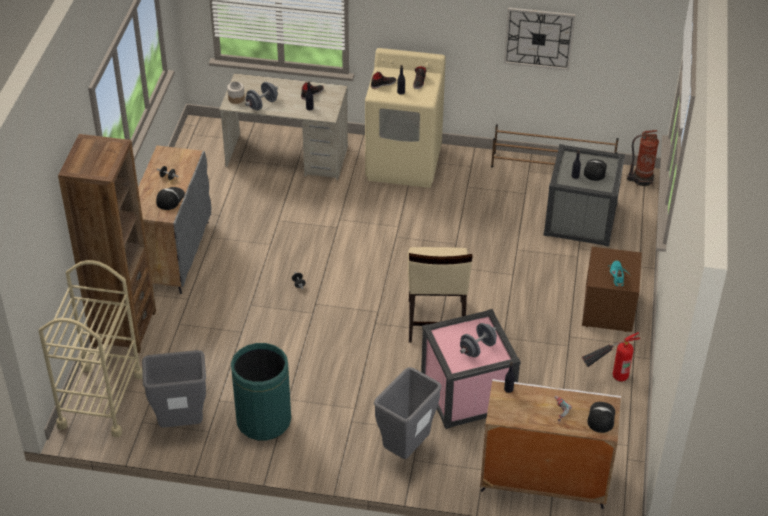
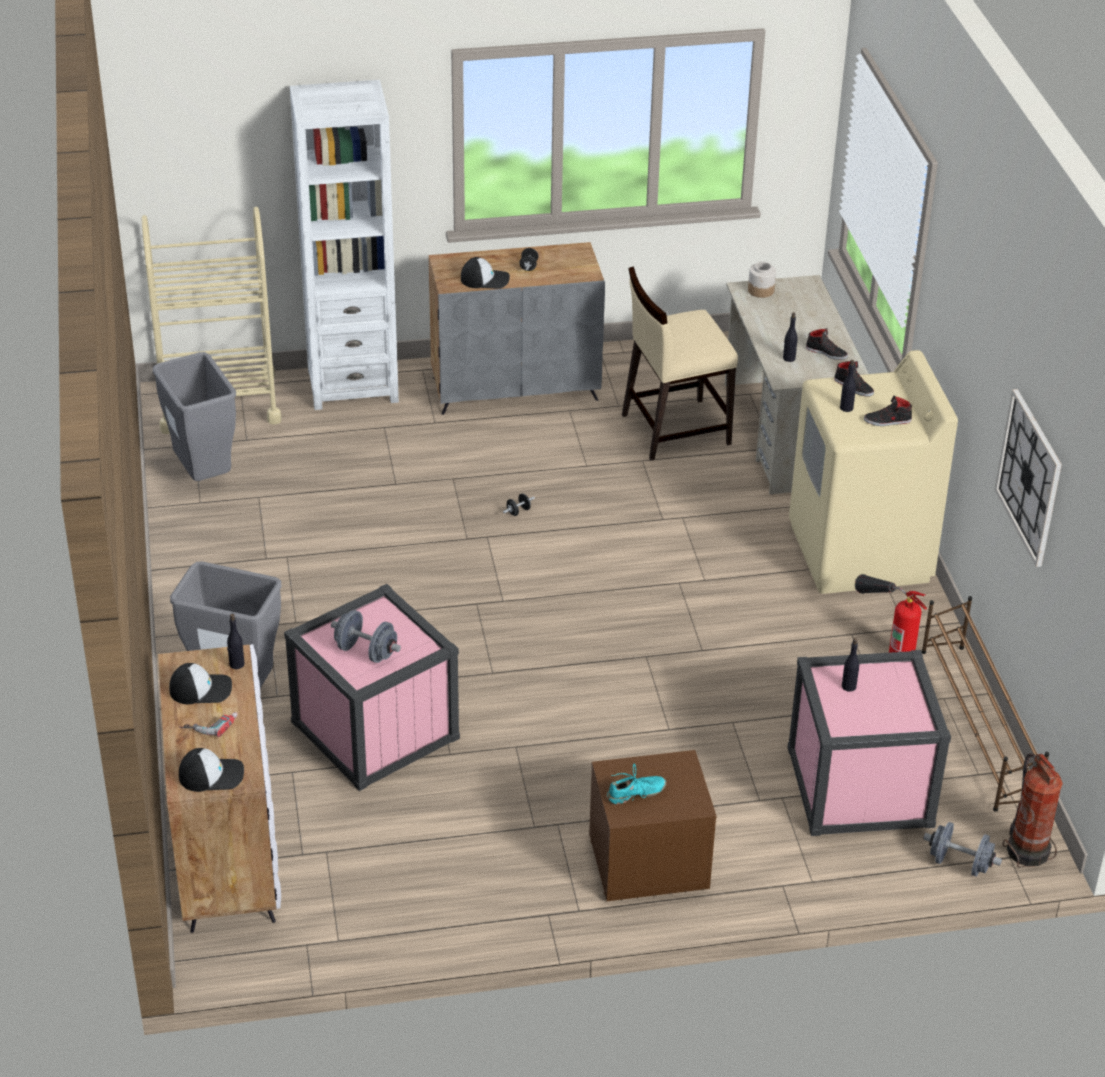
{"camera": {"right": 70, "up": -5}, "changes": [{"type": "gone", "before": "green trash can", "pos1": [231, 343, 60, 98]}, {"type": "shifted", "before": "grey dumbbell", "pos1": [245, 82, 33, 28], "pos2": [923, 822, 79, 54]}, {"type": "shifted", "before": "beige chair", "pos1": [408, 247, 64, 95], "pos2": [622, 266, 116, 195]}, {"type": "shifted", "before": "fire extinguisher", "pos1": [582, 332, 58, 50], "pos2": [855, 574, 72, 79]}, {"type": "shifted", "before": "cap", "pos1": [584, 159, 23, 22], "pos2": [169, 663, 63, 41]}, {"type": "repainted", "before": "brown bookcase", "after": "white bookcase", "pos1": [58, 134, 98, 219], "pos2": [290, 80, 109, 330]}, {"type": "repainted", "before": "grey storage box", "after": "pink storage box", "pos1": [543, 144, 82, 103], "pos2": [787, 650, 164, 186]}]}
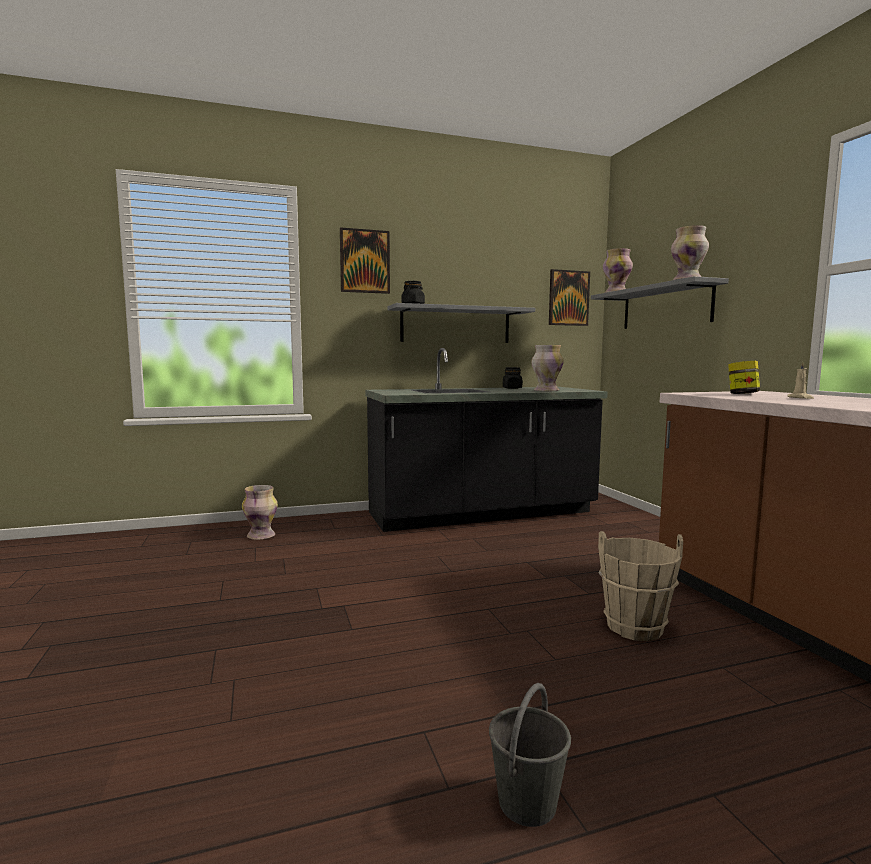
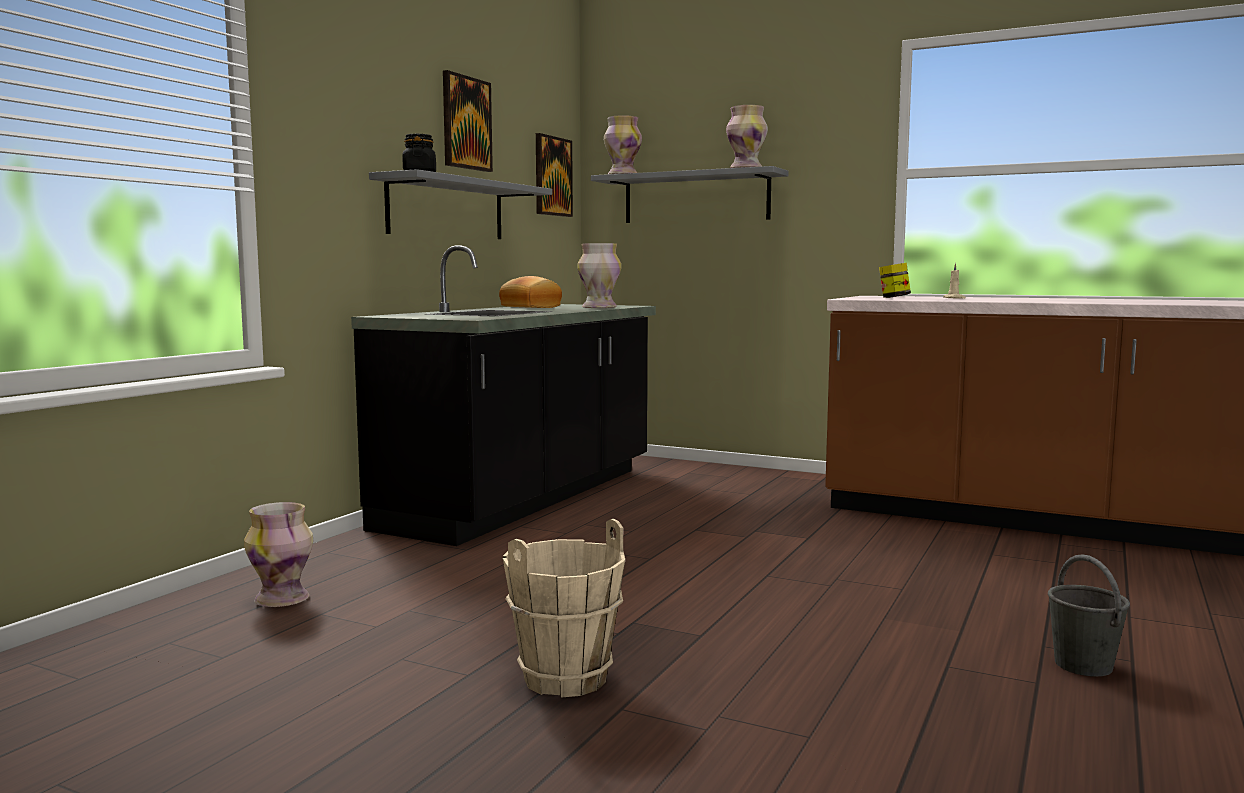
{"camera": {"right": -45, "up": 0}, "changes": [{"type": "shifted", "before": "picture", "pos1": [340, 227, 50, 67], "pos2": [443, 70, 50, 102]}, {"type": "shifted", "before": "beige bucket", "pos1": [598, 531, 85, 110], "pos2": [503, 519, 122, 179]}, {"type": "swapped", "before": "black jar", "after": "bread", "pos1": [503, 367, 19, 22], "pos2": [499, 276, 63, 32]}]}
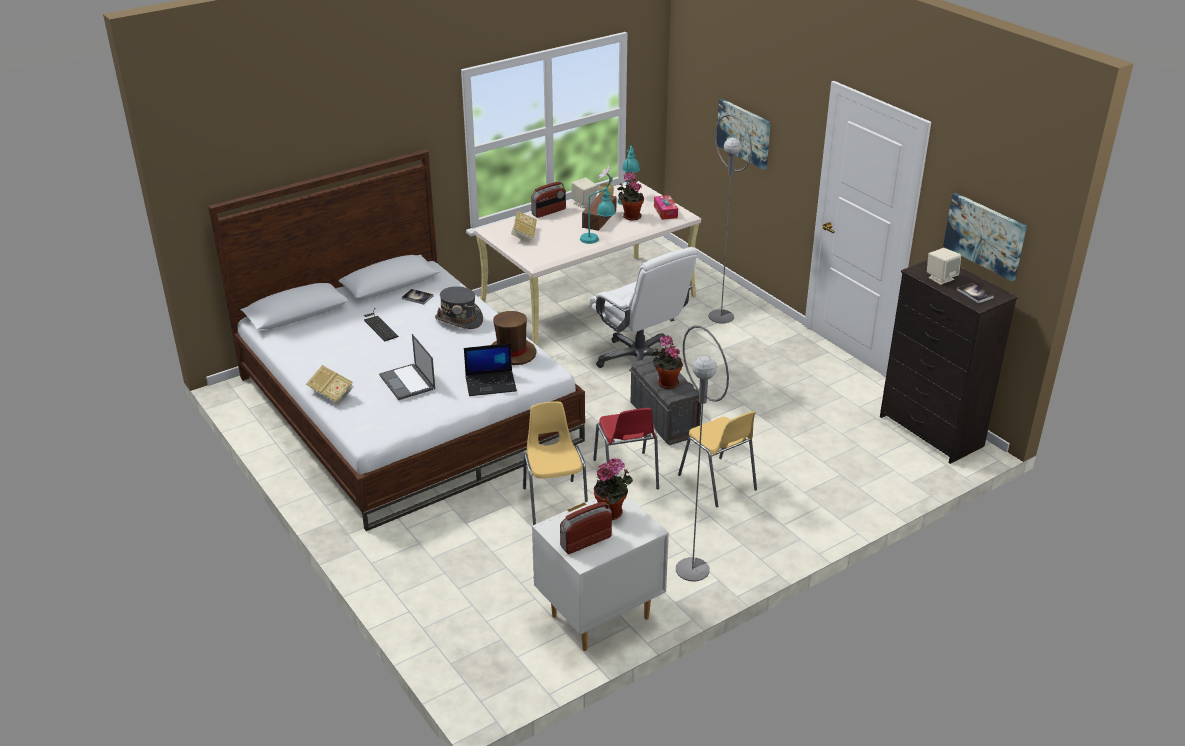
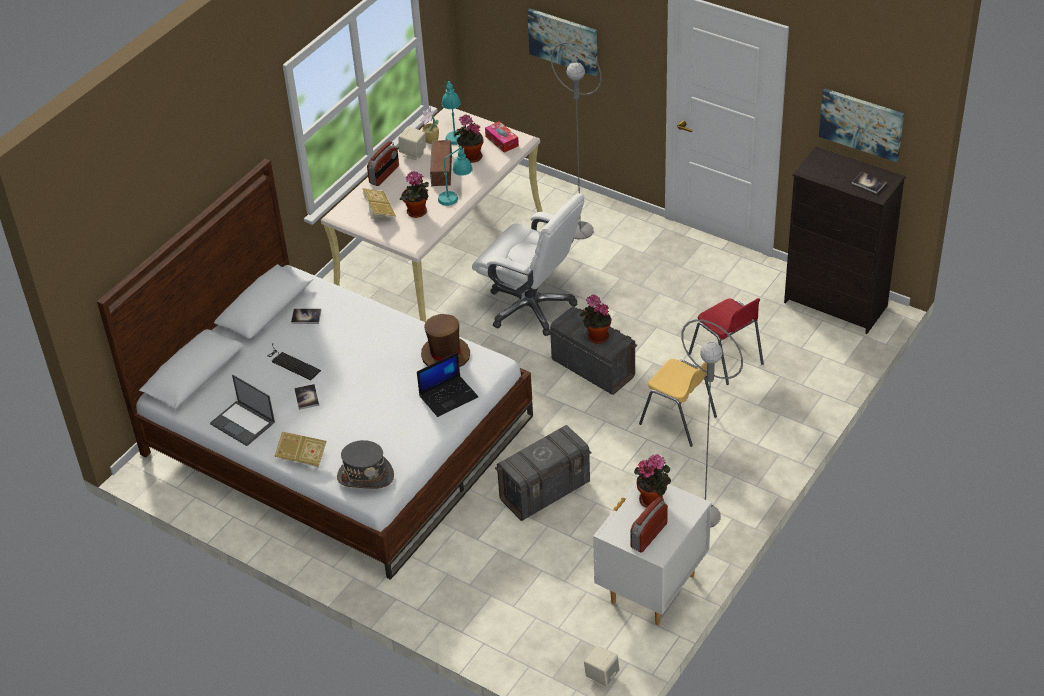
{"camera": {"right": -20, "up": 10}, "changes": [{"type": "new", "after": "book", "pos2": [294, 384, 25, 26]}, {"type": "new", "after": "potted plant", "pos2": [399, 171, 30, 47]}, {"type": "shifted", "before": "laptop", "pos1": [379, 334, 56, 66], "pos2": [210, 375, 65, 71]}, {"type": "shifted", "before": "grey hat", "pos1": [435, 286, 48, 43], "pos2": [337, 440, 57, 49]}, {"type": "shifted", "before": "red chair", "pos1": [593, 408, 66, 81], "pos2": [689, 298, 75, 87]}, {"type": "shifted", "before": "beige speaker", "pos1": [927, 248, 34, 37], "pos2": [584, 646, 36, 42]}, {"type": "swapped", "before": "yellow chair", "after": "grey storage box", "pos1": [523, 401, 65, 124], "pos2": [495, 425, 97, 96]}]}
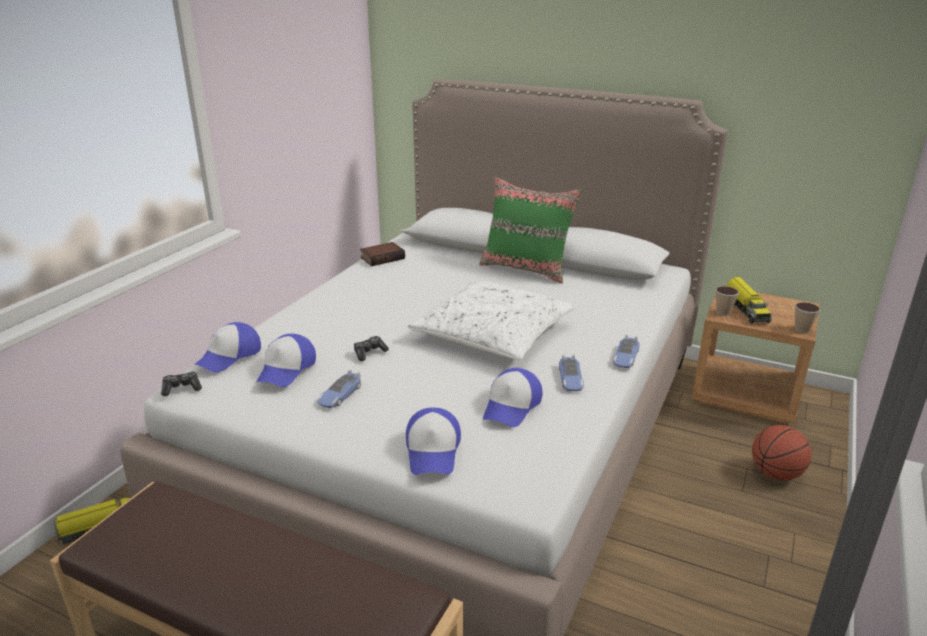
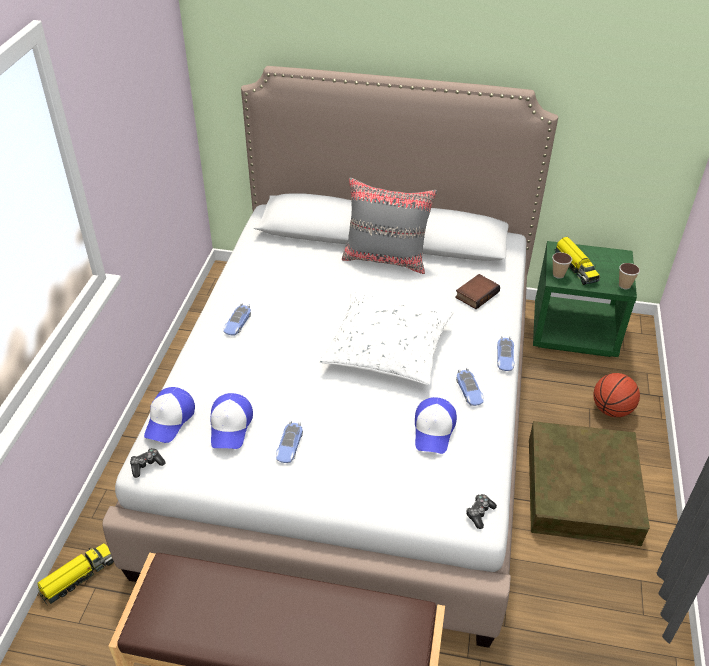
{"camera": {"right": -15, "up": 15}, "changes": [{"type": "gone", "before": "cap", "pos1": [406, 408, 55, 67]}, {"type": "new", "after": "toy car", "pos2": [223, 303, 28, 32]}, {"type": "new", "after": "brown storage box", "pos2": [529, 421, 121, 125]}, {"type": "shifted", "before": "game controller", "pos1": [354, 336, 35, 25], "pos2": [466, 494, 31, 35]}, {"type": "shifted", "before": "book", "pos1": [360, 242, 45, 24], "pos2": [455, 274, 45, 35]}, {"type": "repainted", "before": "green pillow", "after": "grey pillow", "pos1": [479, 176, 103, 108], "pos2": [342, 178, 95, 96]}, {"type": "repainted", "before": "brown nightstand", "after": "green nightstand", "pos1": [692, 286, 128, 138], "pos2": [533, 241, 104, 116]}]}
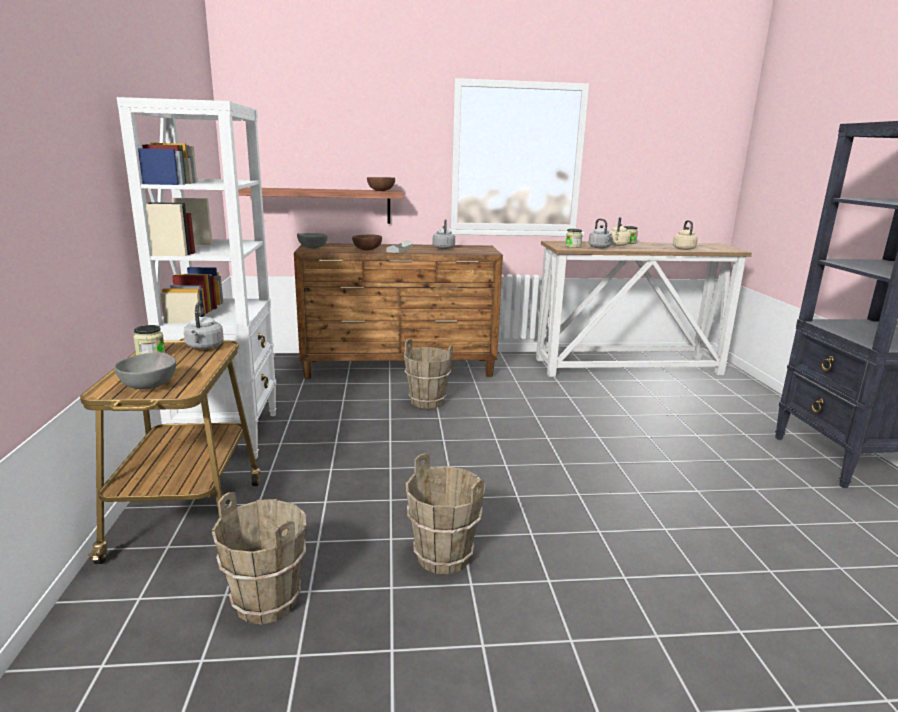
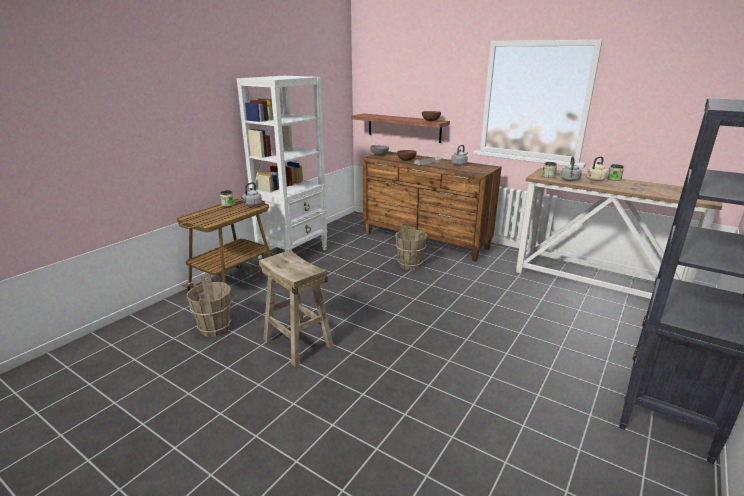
{"camera": {"right": 40, "up": 5}, "changes": [{"type": "gone", "before": "grey bowl", "pos1": [114, 352, 62, 37]}, {"type": "gone", "before": "beige kettle", "pos1": [673, 220, 25, 30]}, {"type": "swapped", "before": "brown bucket", "after": "beige stool", "pos1": [406, 453, 79, 121], "pos2": [259, 250, 75, 117]}]}
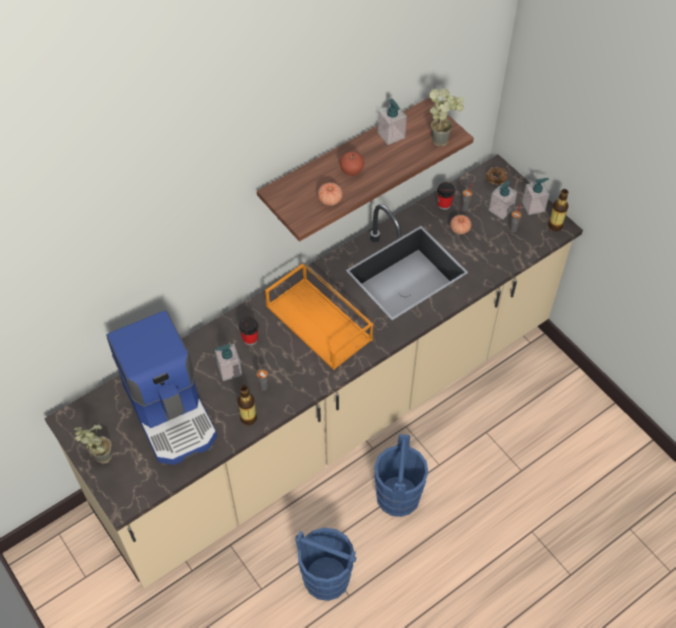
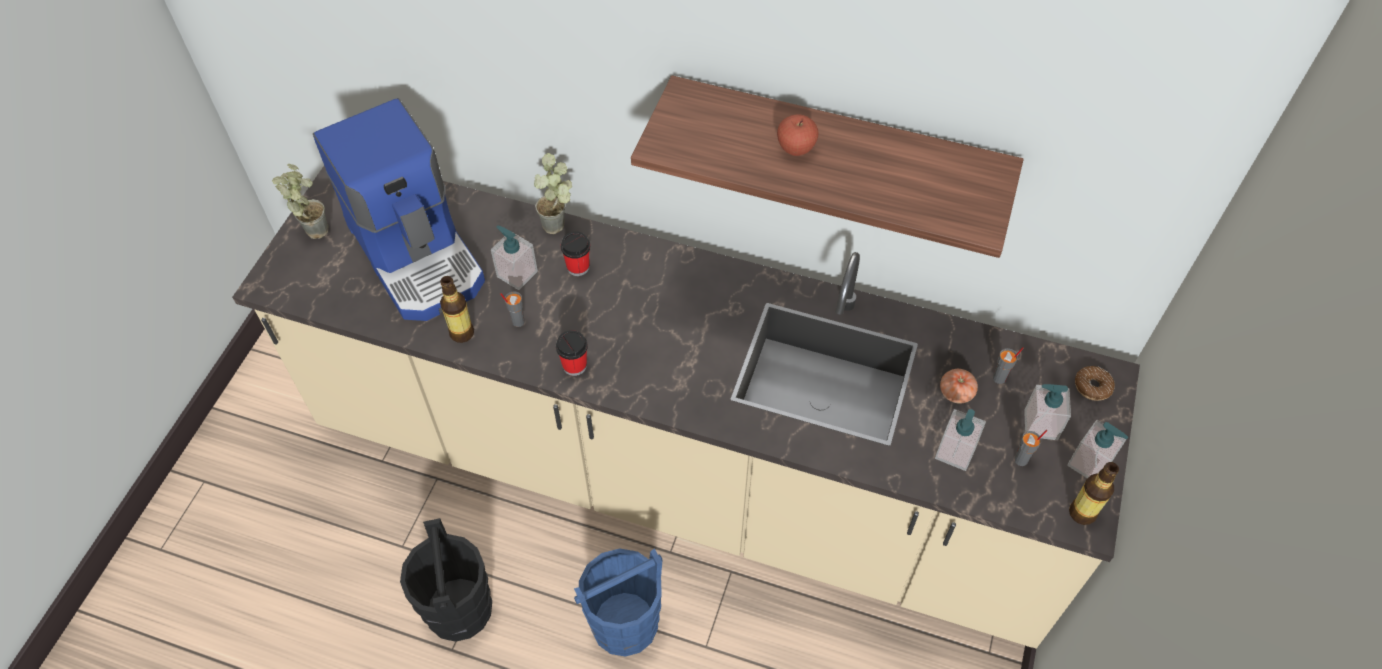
{"camera": {"right": 55, "up": 0}, "changes": [{"type": "gone", "before": "orange tray", "pos1": [265, 262, 108, 108]}, {"type": "gone", "before": "tomato", "pos1": [318, 183, 25, 22]}, {"type": "shifted", "before": "soap dispenser", "pos1": [378, 99, 29, 46], "pos2": [935, 409, 51, 62]}, {"type": "shifted", "before": "potted plant", "pos1": [429, 89, 35, 57], "pos2": [534, 153, 38, 81]}, {"type": "shifted", "before": "cup", "pos1": [437, 182, 18, 28], "pos2": [556, 330, 32, 46]}, {"type": "repainted", "before": "blue bucket", "after": "black bucket", "pos1": [295, 527, 62, 74], "pos2": [400, 518, 92, 124]}, {"type": "rotated", "before": "coffee machine", "pos1": [106, 310, 111, 155], "pos2": [313, 98, 172, 223], "turn": -60}]}
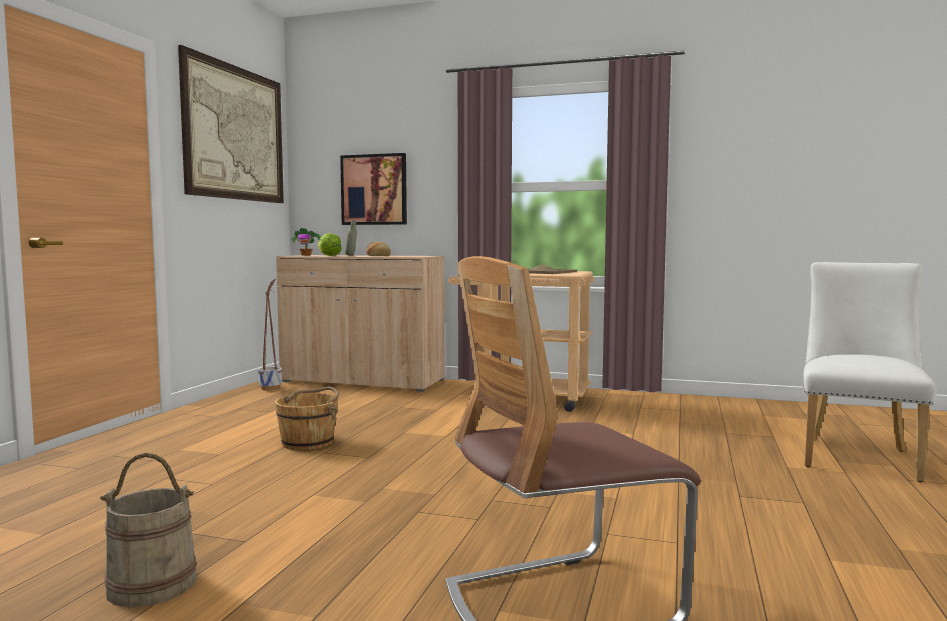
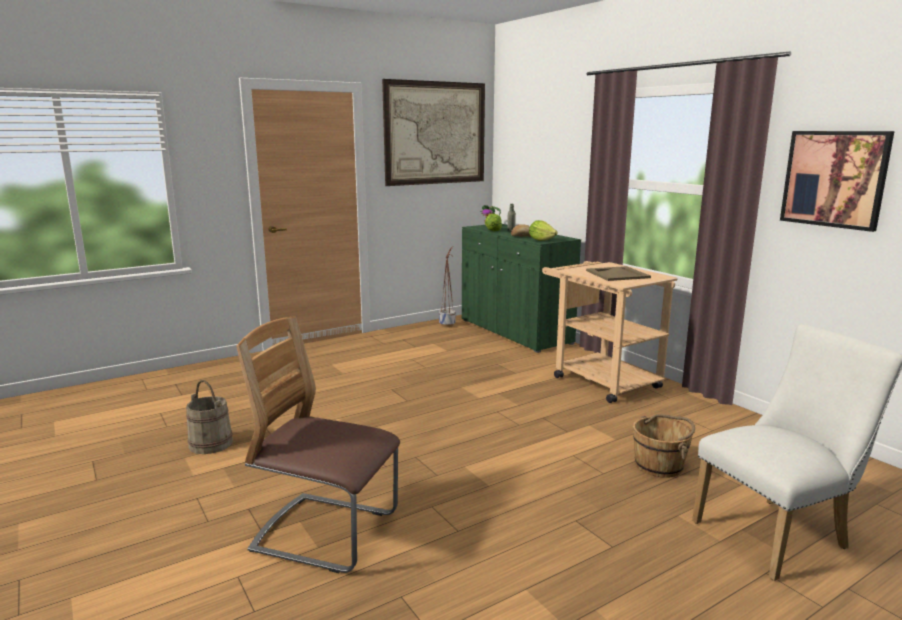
{"camera": {"right": 40, "up": 10}, "changes": [{"type": "new", "after": "lettuce", "pos2": [529, 220, 29, 21]}, {"type": "shifted", "before": "brown bucket", "pos1": [274, 387, 65, 63], "pos2": [633, 414, 62, 64]}, {"type": "shifted", "before": "picture", "pos1": [340, 153, 67, 72], "pos2": [780, 131, 114, 101]}, {"type": "repainted", "before": "beige cabinet", "after": "green cabinet", "pos1": [276, 255, 169, 137], "pos2": [462, 224, 119, 129]}]}
